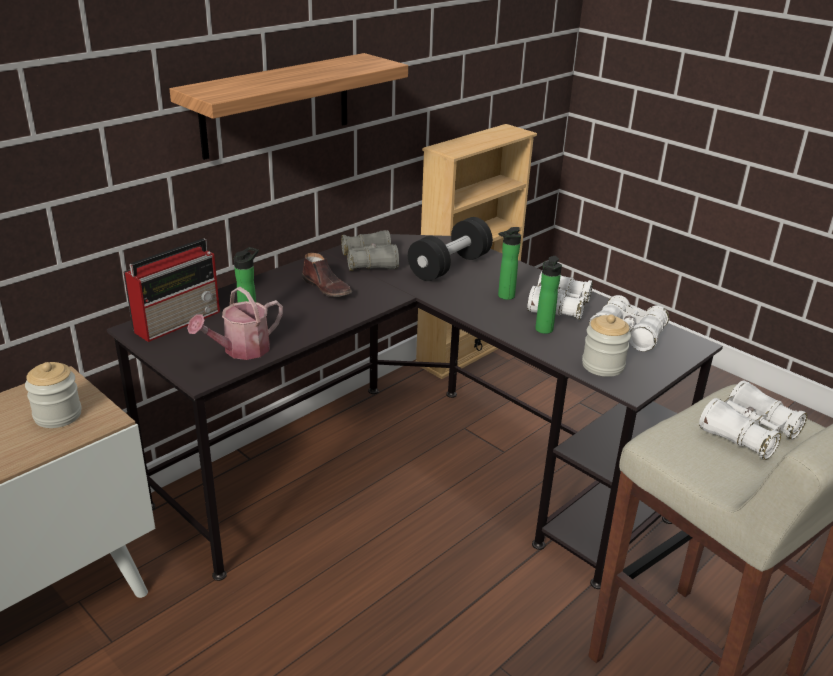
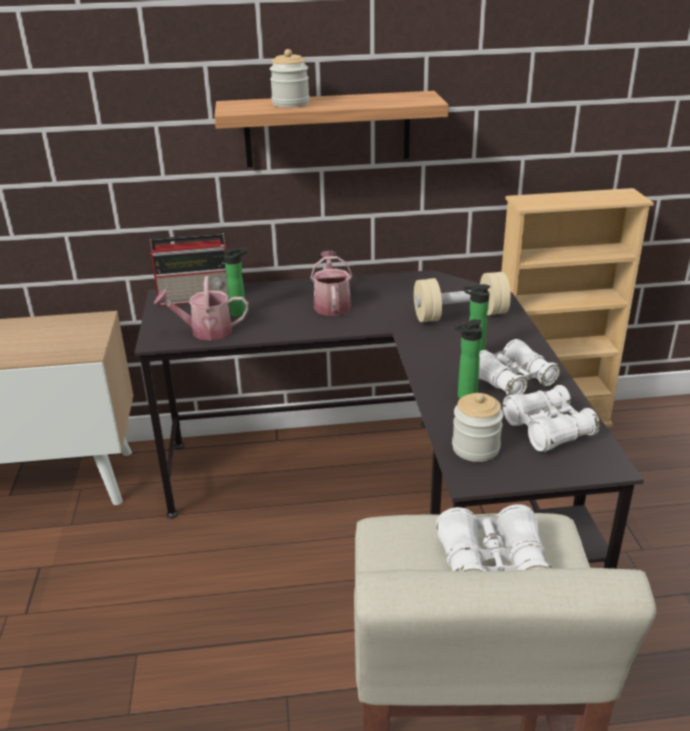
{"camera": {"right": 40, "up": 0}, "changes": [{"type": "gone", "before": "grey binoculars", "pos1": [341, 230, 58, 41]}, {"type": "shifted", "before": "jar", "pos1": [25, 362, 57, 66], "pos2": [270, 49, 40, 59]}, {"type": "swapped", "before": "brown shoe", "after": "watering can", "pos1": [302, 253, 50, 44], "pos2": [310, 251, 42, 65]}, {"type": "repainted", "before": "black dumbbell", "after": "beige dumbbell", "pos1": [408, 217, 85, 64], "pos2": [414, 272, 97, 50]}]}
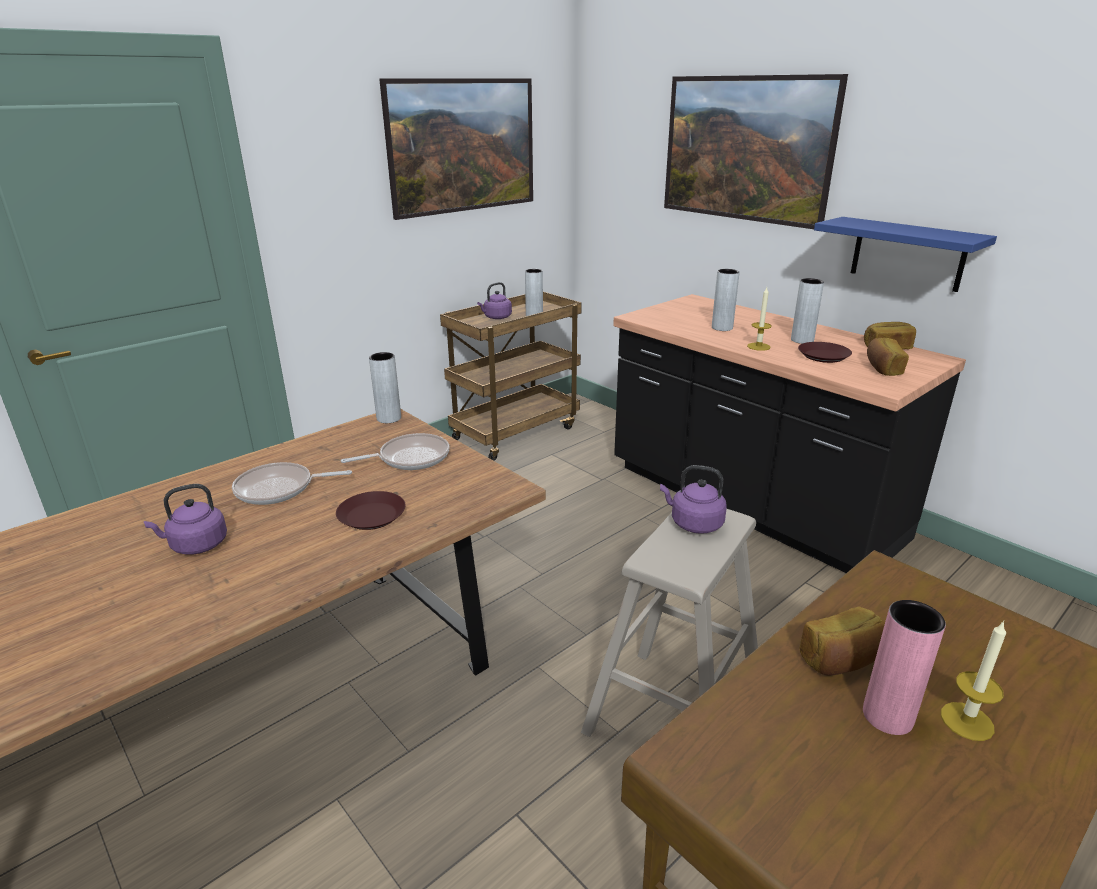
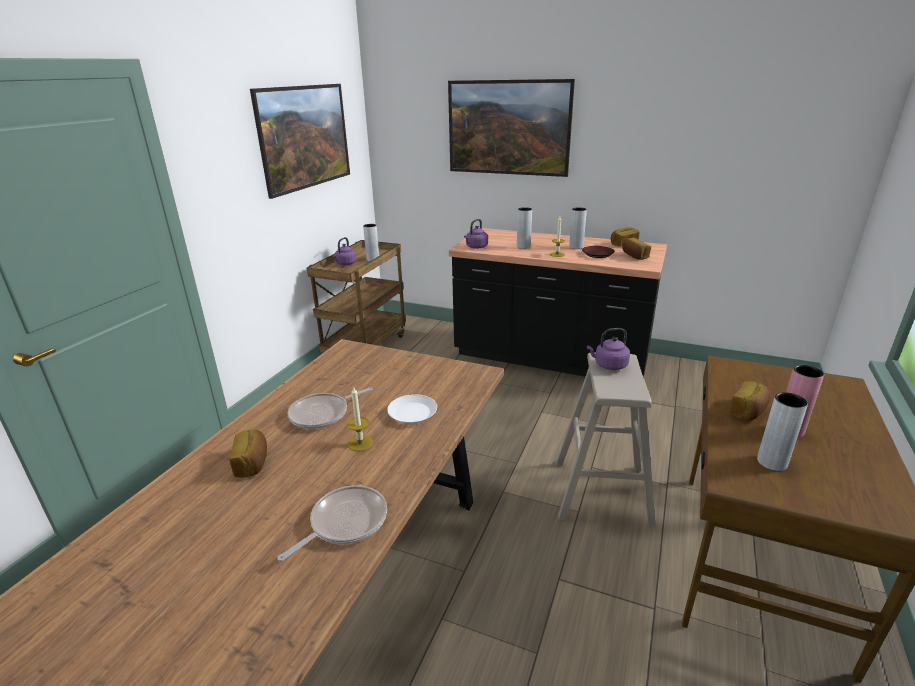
{"camera": {"right": -25, "up": 0}, "changes": [{"type": "gone", "before": "blue shelf", "pos1": [814, 217, 183, 75]}, {"type": "new", "after": "bread", "pos2": [229, 430, 38, 48]}, {"type": "shifted", "before": "purple kettle", "pos1": [144, 484, 83, 71], "pos2": [464, 219, 24, 30]}, {"type": "shifted", "before": "frying pan", "pos1": [341, 433, 108, 37], "pos2": [277, 485, 110, 76]}, {"type": "shifted", "before": "grey vase", "pos1": [369, 352, 32, 71], "pos2": [757, 392, 51, 79]}, {"type": "shifted", "before": "candle", "pos1": [941, 620, 65, 121], "pos2": [347, 386, 26, 65]}, {"type": "repainted", "before": "brown plate", "after": "white plate", "pos1": [336, 491, 70, 39], "pos2": [387, 394, 50, 30]}]}
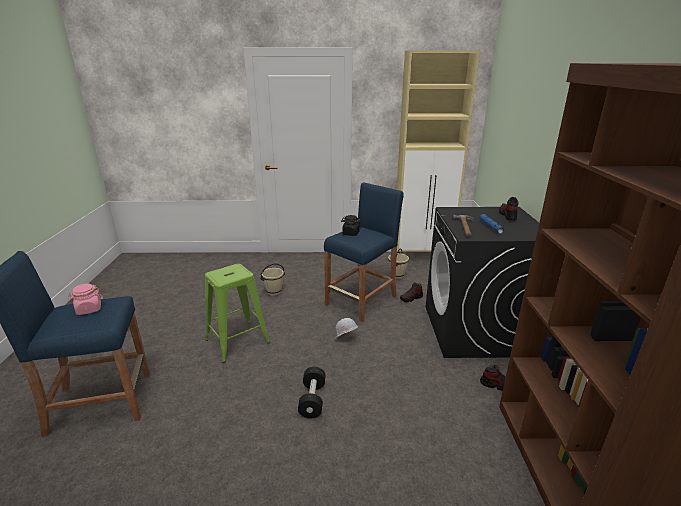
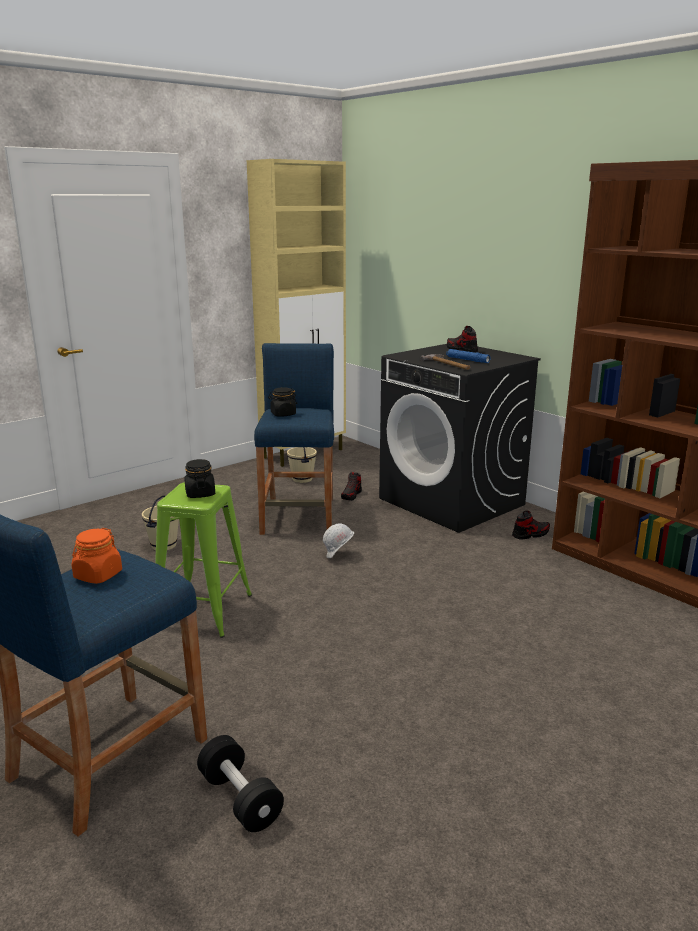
{"camera": {"right": -40, "up": -5}, "changes": [{"type": "new", "after": "black jar", "pos2": [184, 459, 31, 39]}, {"type": "shifted", "before": "black dumbbell", "pos1": [298, 367, 27, 52], "pos2": [197, 735, 87, 97]}, {"type": "repainted", "before": "pink jar", "after": "orange jar", "pos1": [68, 284, 34, 31], "pos2": [72, 528, 50, 56]}]}
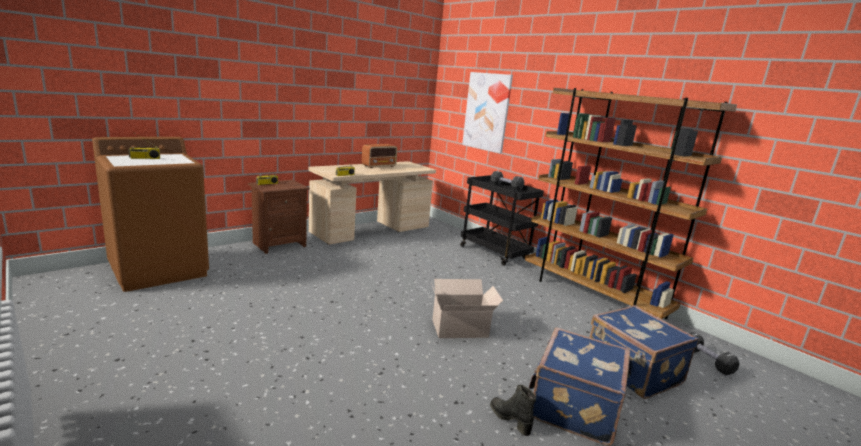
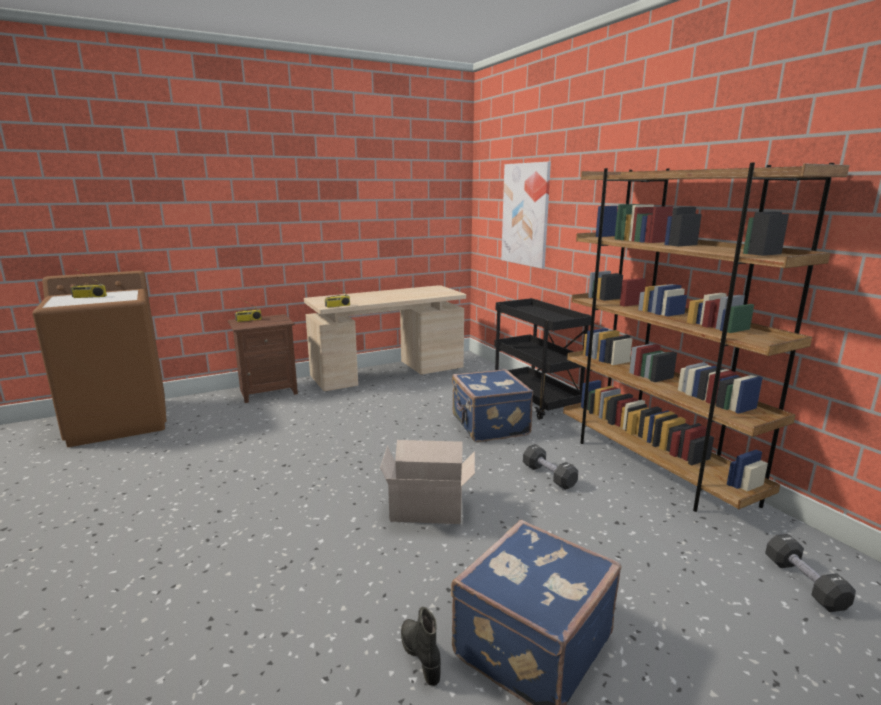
{"camera": {"right": 15, "up": 0}, "changes": [{"type": "gone", "before": "radio", "pos1": [362, 144, 35, 24]}, {"type": "shifted", "before": "black dumbbell", "pos1": [490, 171, 35, 20], "pos2": [523, 444, 55, 46]}, {"type": "shifted", "before": "blue suitcase", "pos1": [589, 305, 110, 94], "pos2": [452, 369, 81, 73]}]}
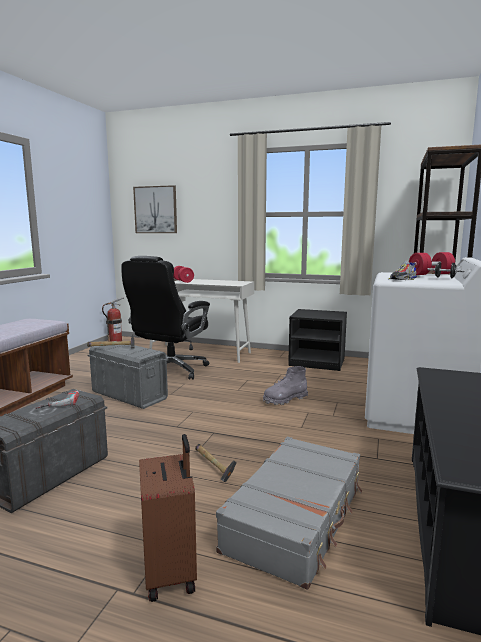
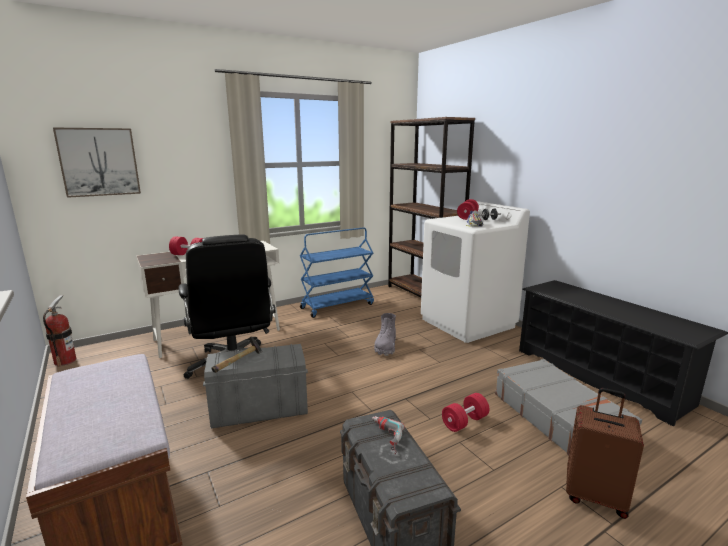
{"camera": {"right": -50, "up": 5}, "changes": [{"type": "swapped", "before": "hammer", "after": "red dumbbell", "pos1": [195, 444, 42, 38], "pos2": [442, 393, 47, 39]}, {"type": "swapped", "before": "black nightstand", "after": "blue cart", "pos1": [288, 309, 59, 62], "pos2": [300, 227, 74, 91]}]}
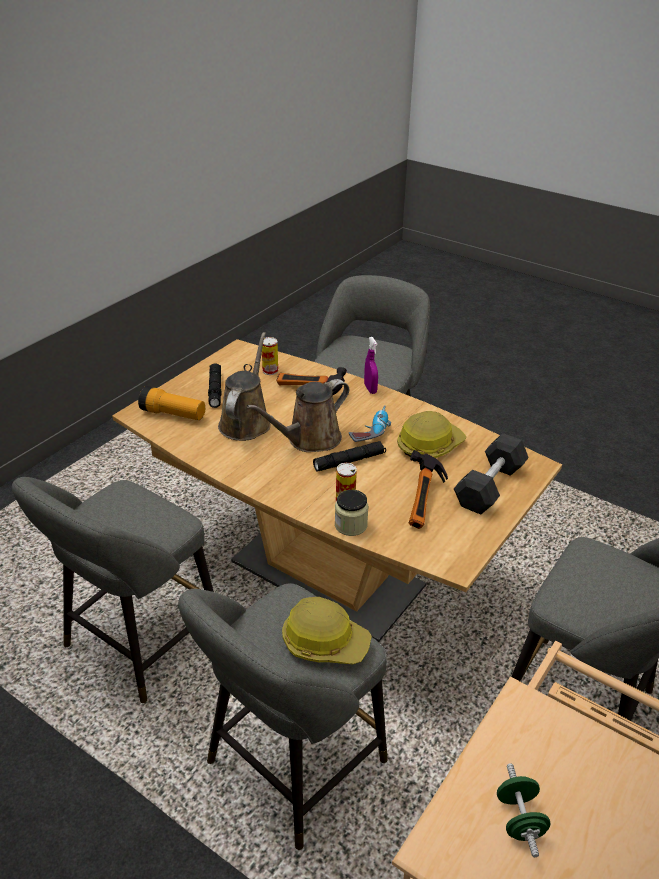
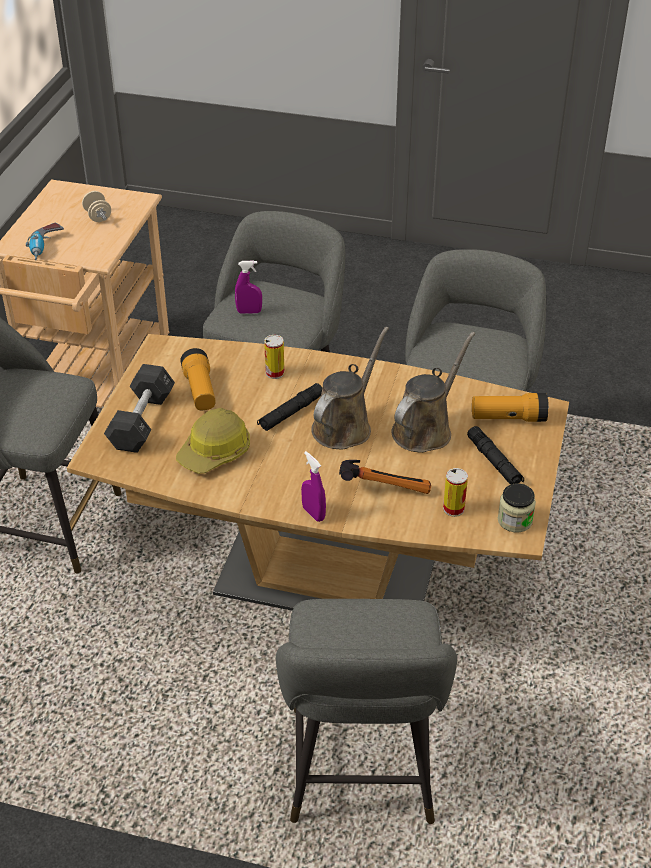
{"camera": {"right": 160, "up": 5}, "changes": [{"type": "shifted", "before": "jar", "pos1": [335, 490, 34, 46], "pos2": [498, 483, 38, 49]}, {"type": "shifted", "before": "power drill", "pos1": [349, 405, 42, 37], "pos2": [26, 223, 38, 37]}, {"type": "swapped", "before": "hard hat", "after": "purple spray bottle", "pos1": [282, 597, 90, 67], "pos2": [235, 261, 27, 52]}, {"type": "swapped", "before": "hammer", "after": "flashlight", "pos1": [409, 450, 39, 79], "pos2": [181, 348, 34, 62]}, {"type": "repainted", "before": "green dumbbell", "after": "beige dumbbell", "pos1": [497, 763, 53, 94], "pos2": [82, 191, 29, 31]}, {"type": "rotated", "before": "brown watering can", "pos1": [218, 332, 53, 109], "pos2": [391, 332, 84, 121], "turn": -135}]}
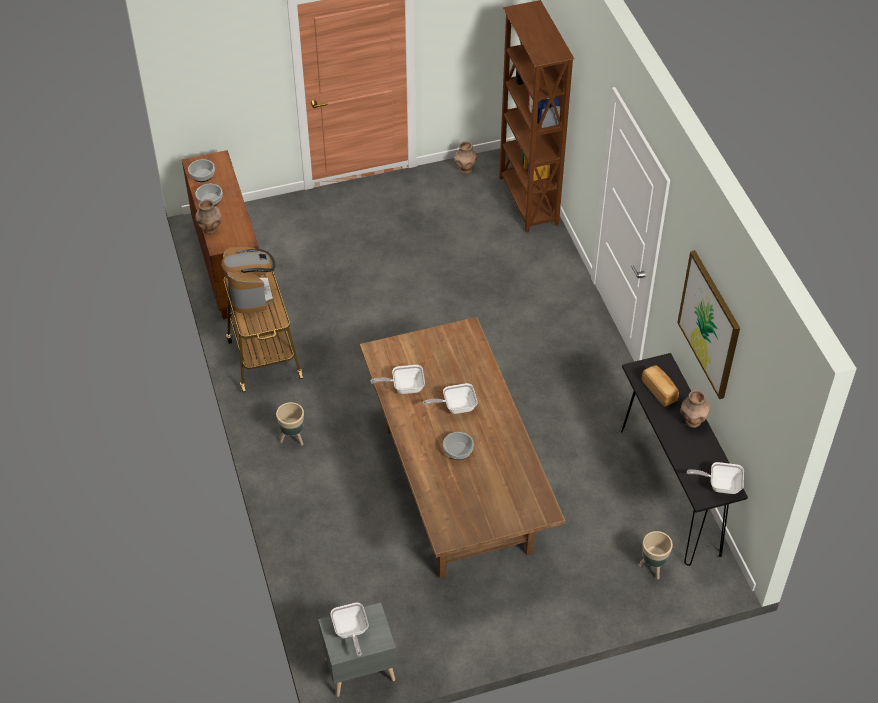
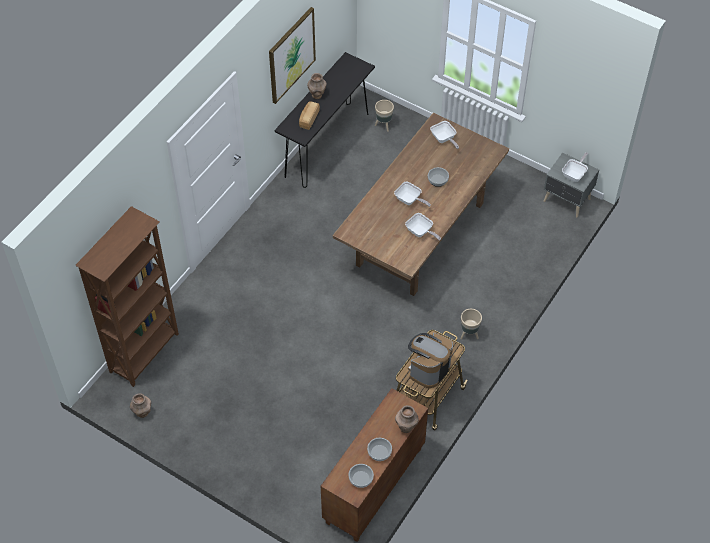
{"camera": {"right": -130, "up": 5}, "changes": [{"type": "shifted", "before": "frying pan", "pos1": [687, 462, 57, 32], "pos2": [430, 121, 29, 28]}]}
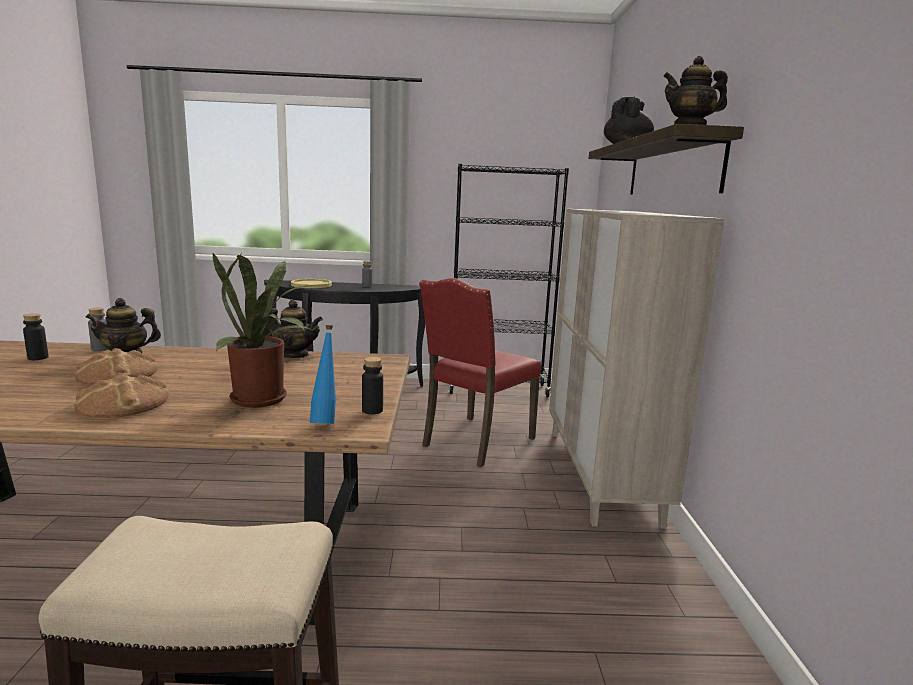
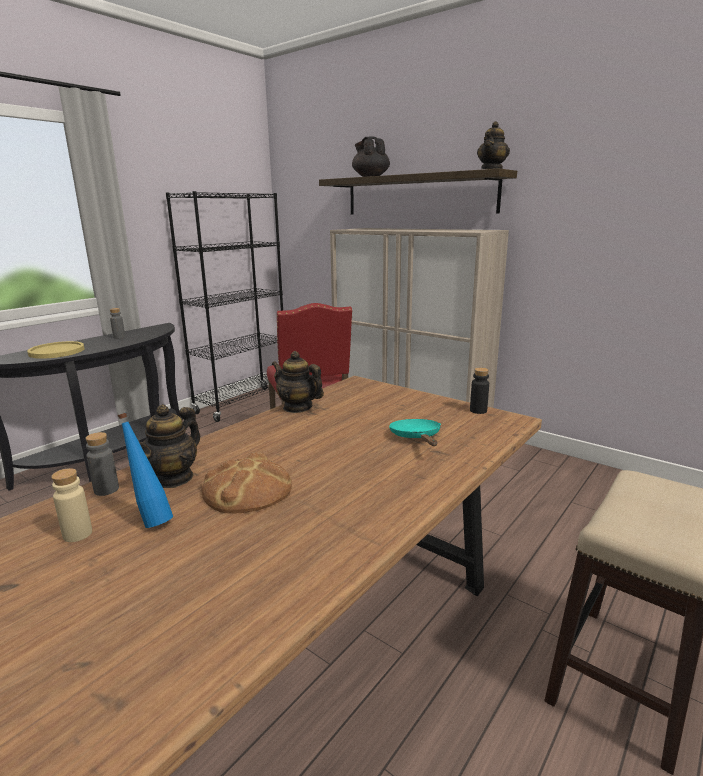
{"camera": {"right": -50, "up": 5}, "changes": [{"type": "gone", "before": "bread", "pos1": [75, 373, 94, 45]}, {"type": "shifted", "before": "blue bottle", "pos1": [310, 325, 26, 99], "pos2": [118, 413, 55, 115]}, {"type": "swapped", "before": "potted plant", "after": "turquoise frying pan", "pos1": [213, 252, 104, 156], "pos2": [389, 419, 52, 27]}, {"type": "repainted", "before": "black bottle", "after": "beige bottle", "pos1": [23, 314, 26, 46], "pos2": [51, 468, 41, 74]}, {"type": "rotated", "before": "teapot", "pos1": [266, 300, 57, 58], "pos2": [272, 351, 52, 62], "turn": -105}]}
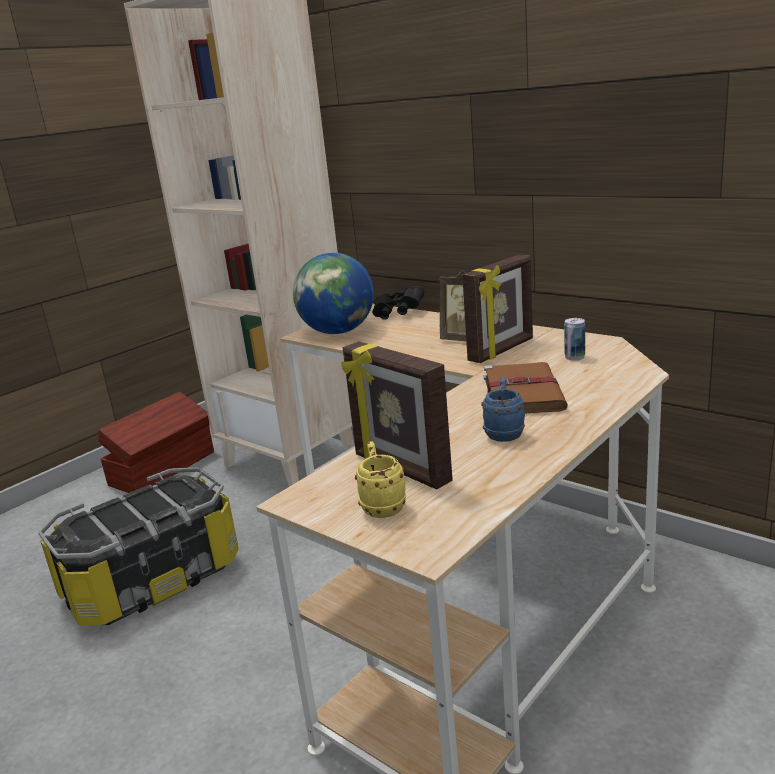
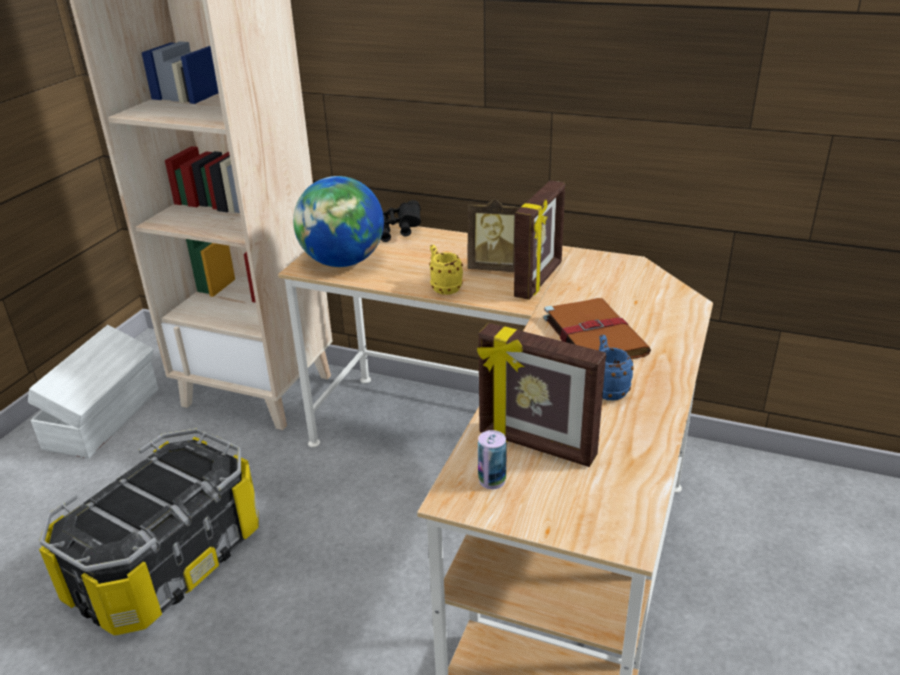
{"camera": {"right": -20, "up": 10}, "changes": [{"type": "shifted", "before": "yellow mug", "pos1": [355, 441, 51, 77], "pos2": [429, 245, 34, 50]}, {"type": "shifted", "before": "can", "pos1": [564, 318, 21, 43], "pos2": [478, 430, 29, 60]}, {"type": "repainted", "before": "brown storage box", "after": "white storage box", "pos1": [98, 392, 116, 101], "pos2": [28, 325, 130, 133]}]}
